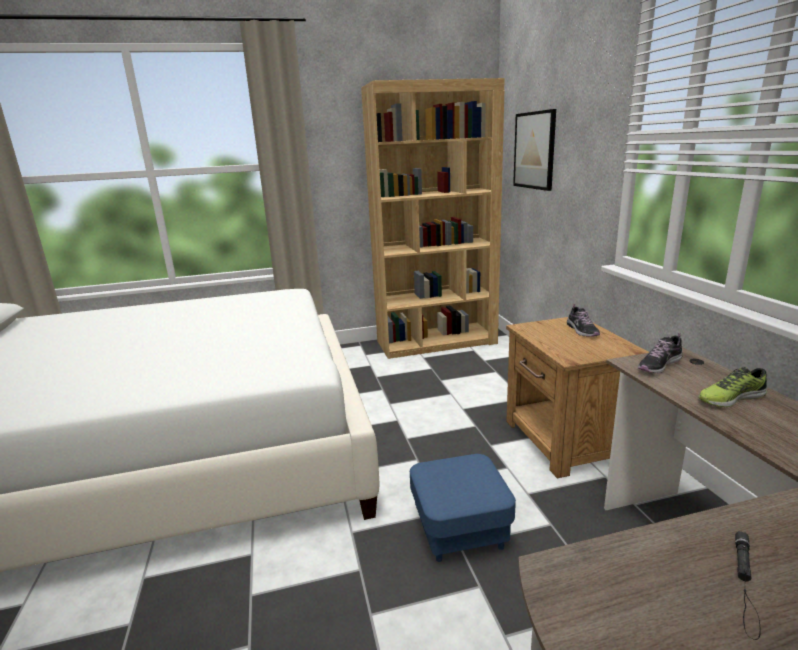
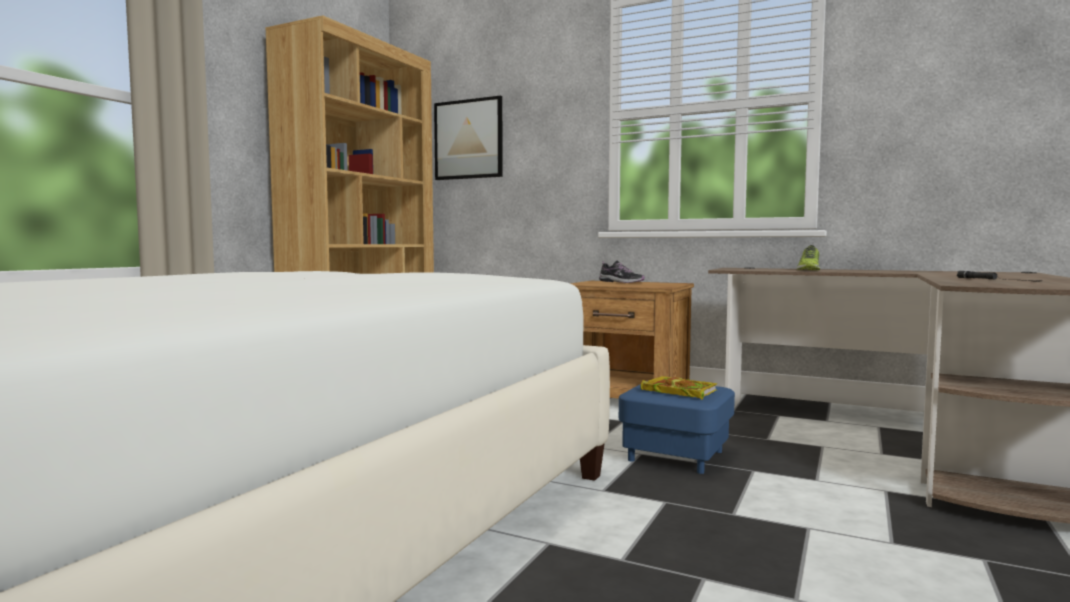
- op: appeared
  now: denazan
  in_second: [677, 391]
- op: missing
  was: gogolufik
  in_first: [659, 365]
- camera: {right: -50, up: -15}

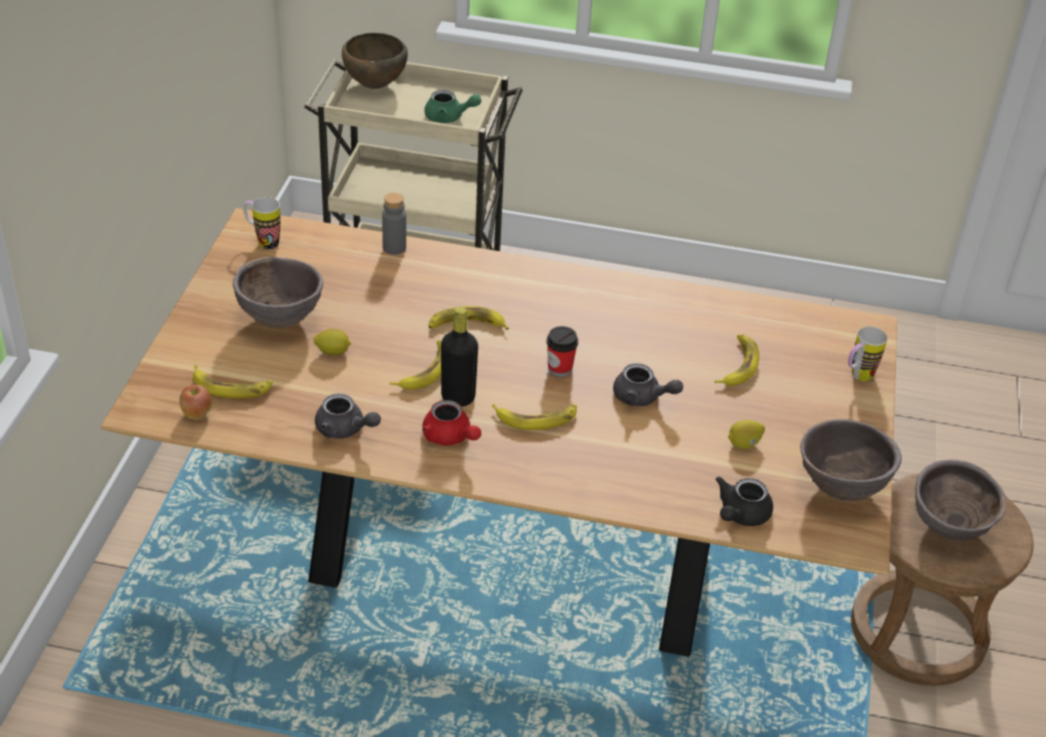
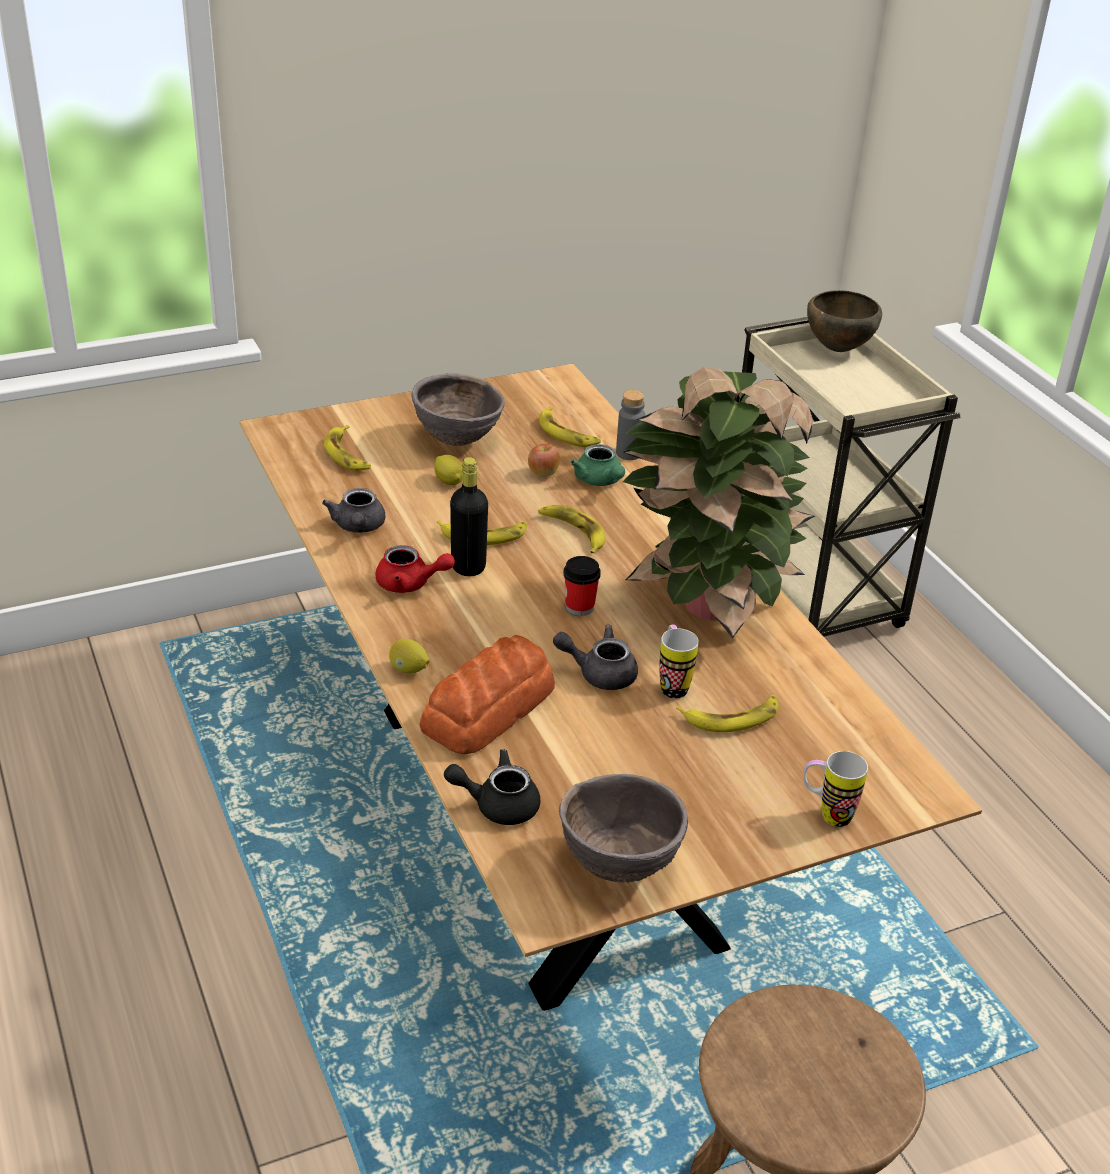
- op: spun
  was: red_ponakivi
  in_first: [450, 437]
  in_second: [410, 584]
  clockwise: -90
- op: relocated
  was: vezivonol
  in_first: [744, 444]
  in_second: [408, 670]
- op: appeared
  now: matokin
  in_second: [490, 708]
- op: relocated
  was: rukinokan
  in_first: [196, 414]
  in_second: [543, 474]
- op: relocated
  was: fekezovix
  in_first: [536, 418]
  in_second: [567, 433]
- op: spun
  was: grey_ponakivi
  in_first: [642, 398]
  in_second: [599, 673]
  clockwise: 105
- op: relocated
  was: green_ponakivi
  in_first: [449, 117]
  in_second: [600, 481]
- op: appeared
  now: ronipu
  in_second: [705, 604]
- op: relocated
  was: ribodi
  in_first: [263, 241]
  in_second: [672, 684]
- op: missing
  was: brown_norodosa
  in_first: [948, 528]
- camera: {right: 55, up: -5}

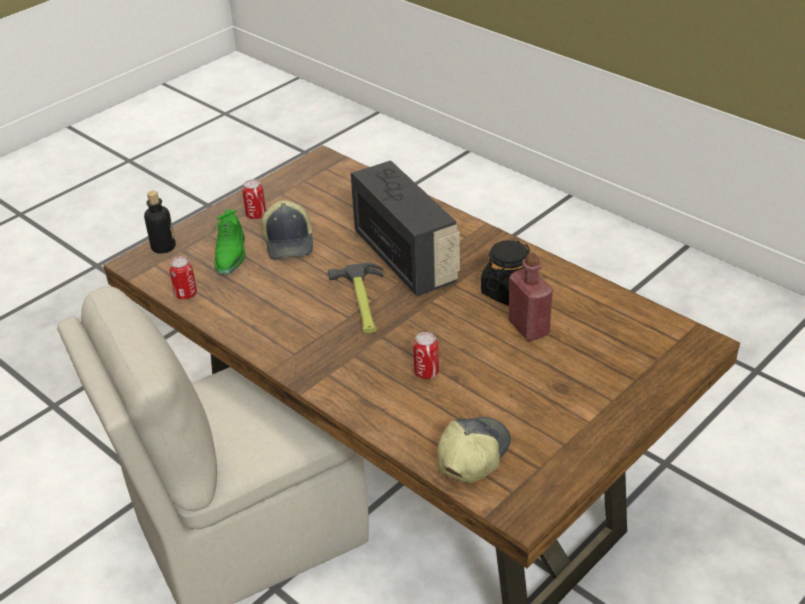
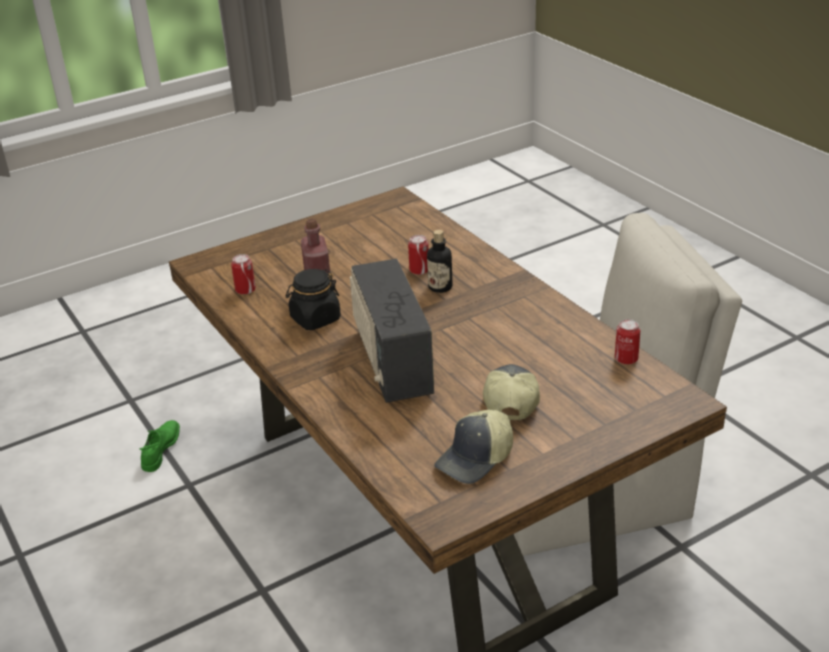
- op: relocated
  was: green_gogolufik
  in_first: [231, 255]
  in_second: [161, 450]
- op: relocated
  was: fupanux
  in_first: [256, 215]
  in_second: [245, 290]
- op: relocated
  was: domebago
  in_first: [163, 247]
  in_second: [440, 287]
- op: relocated
  was: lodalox
  in_first: [472, 454]
  in_second: [476, 459]
- op: missing
  was: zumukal
  in_first: [362, 303]
- camera: {right: -165, up: -5}

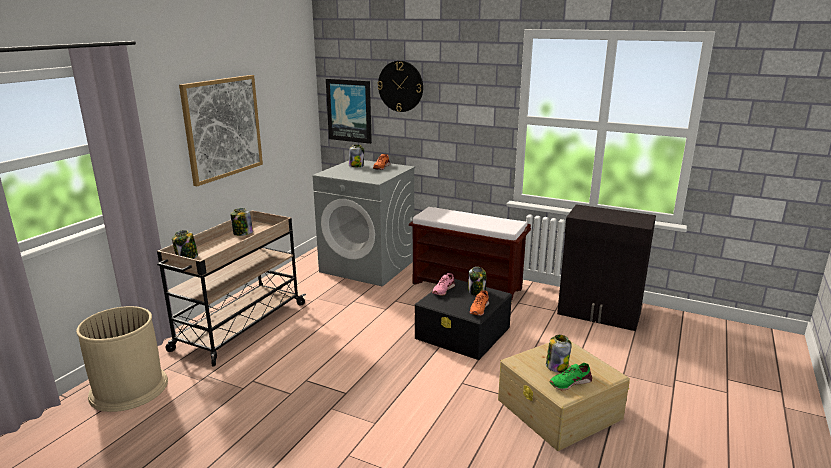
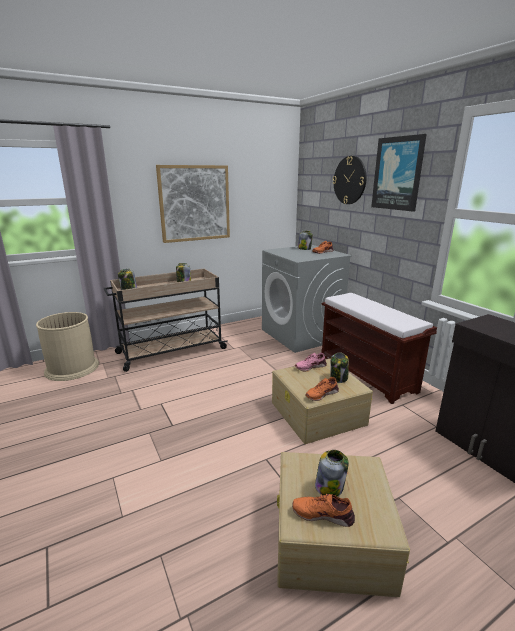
- op: colour
  was: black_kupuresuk
  now: beige_kupuresuk
  in_first: [463, 333]
  in_second: [318, 413]
- op: colour
  was: green_gogolufik
  now: orange_gogolufik
  in_first: [570, 382]
  in_second: [323, 514]
- op: relocated
  was: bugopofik
  in_first: [349, 110]
  in_second: [397, 173]
- camera: {right: 35, up: 0}

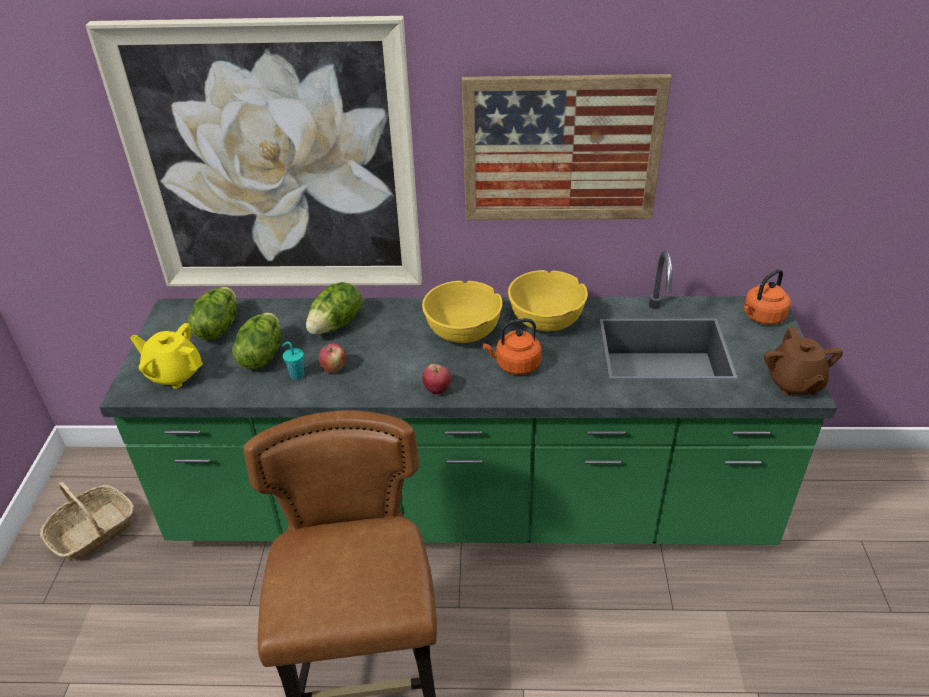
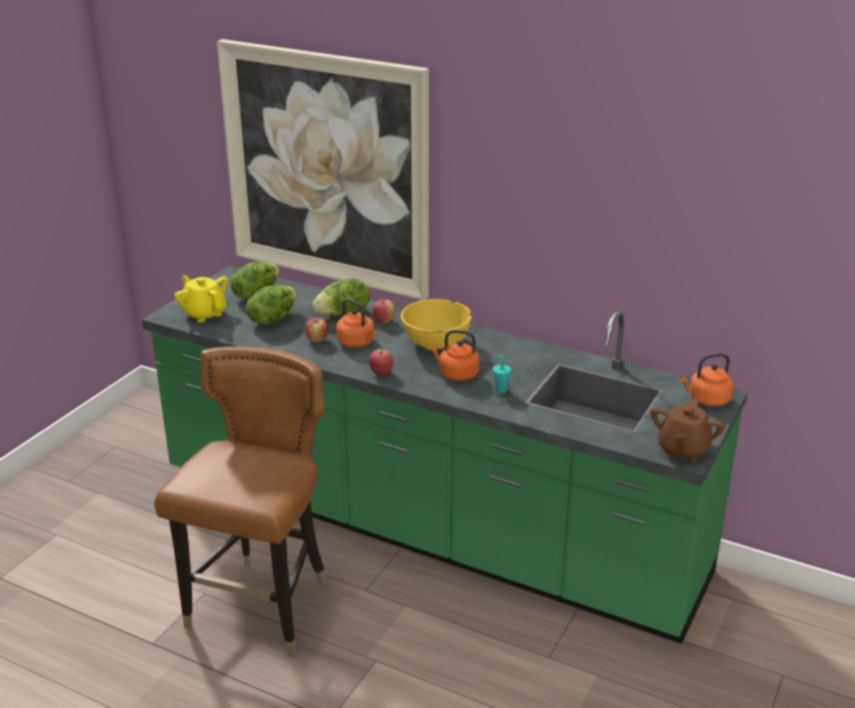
- op: appeared
  now: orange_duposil
  in_second: [357, 343]
- op: appeared
  now: rukinokan
  in_second: [383, 321]
- op: relocated
  was: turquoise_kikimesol
  in_first: [296, 375]
  in_second: [500, 390]
- op: missing
  was: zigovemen
  in_first: [93, 532]
- op: missing
  was: bugopofik
  in_first: [561, 149]
- op: missing
  was: yellow_norodosa
  in_first: [546, 320]
- camera: {right: 25, up: -10}

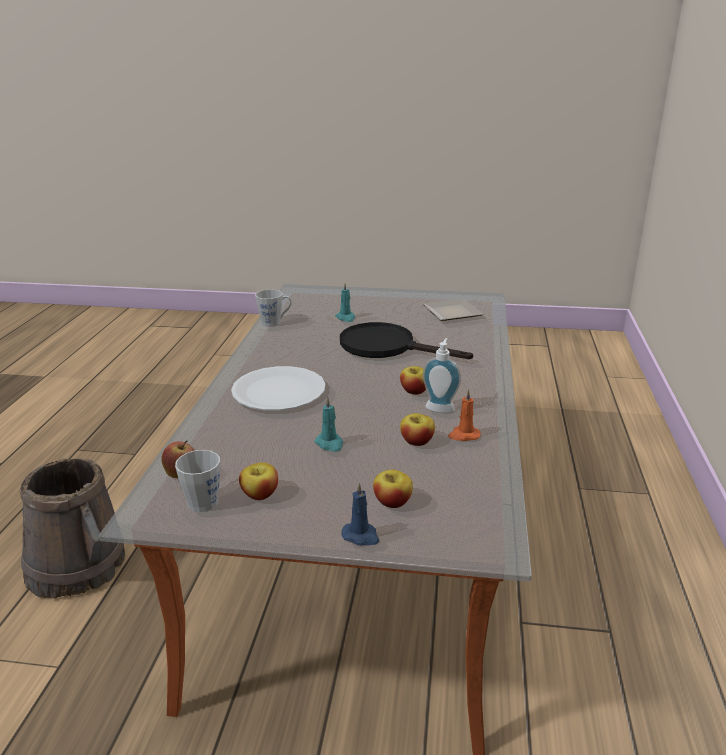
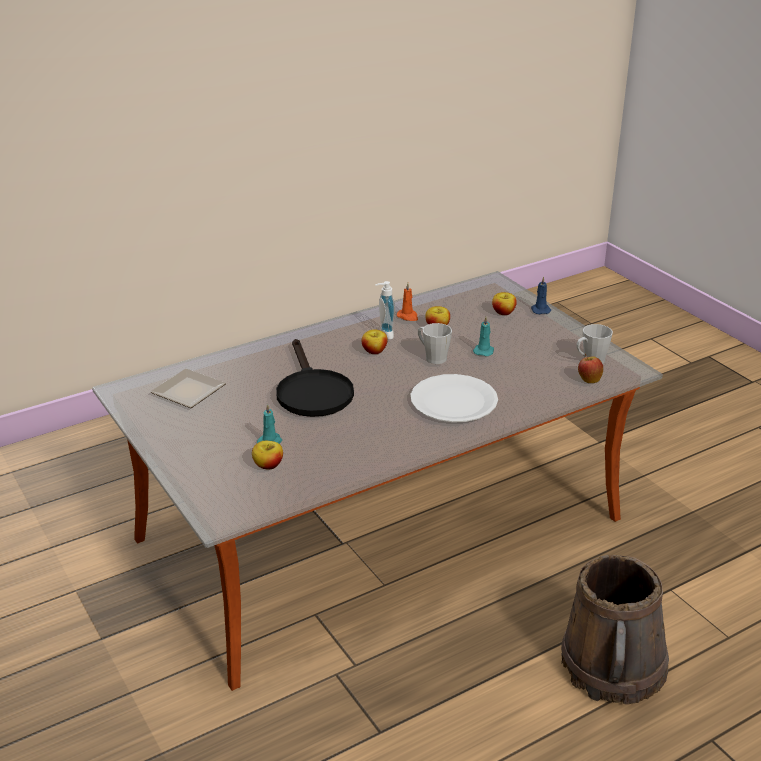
- op: relocated
  was: rukinokan
  in_first: [260, 494]
  in_second: [268, 465]
- op: relocated
  was: grey_ribodi
  in_first: [275, 322]
  in_second: [432, 357]
- camera: {right: -130, up: 5}

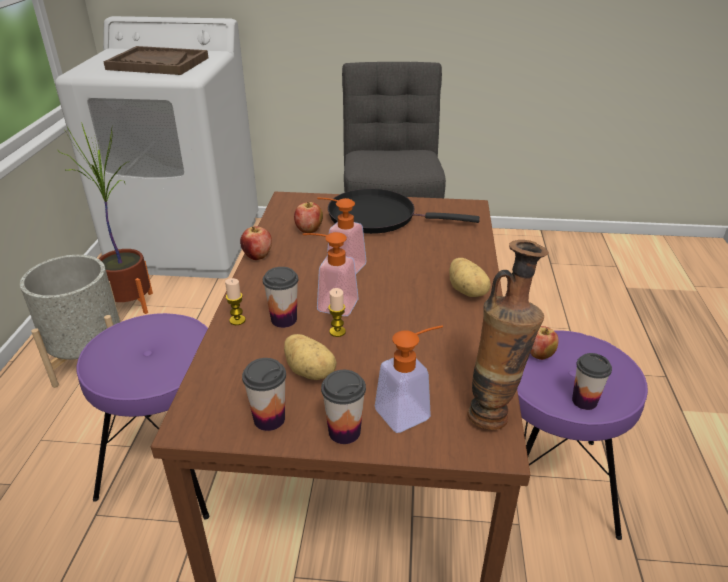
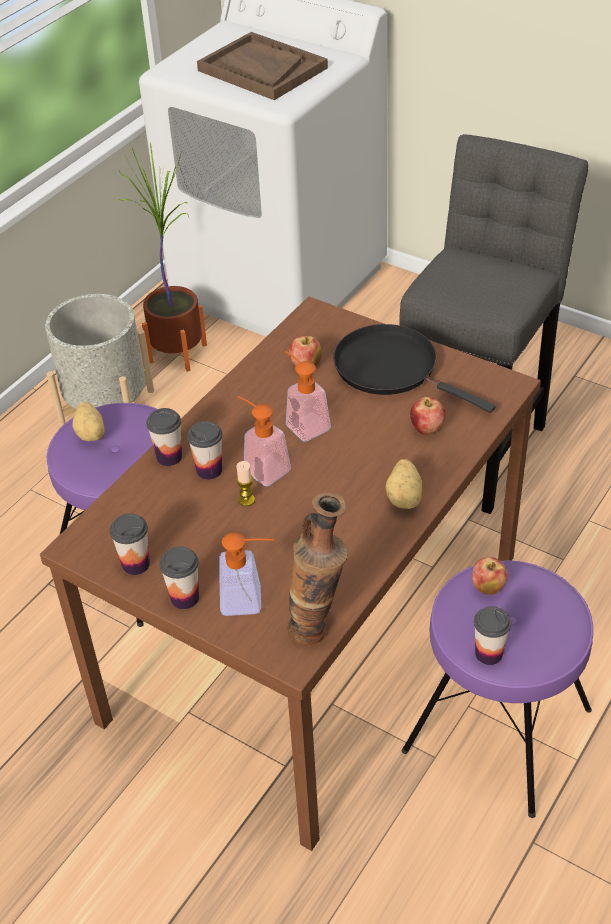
- op: relocated
  was: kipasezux
  in_first: [310, 371]
  in_second: [91, 433]
- op: exchanged
  was: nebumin
  now: kikimesol
  in_first: [237, 320]
  in_second: [169, 457]
- op: relocated
  was: rukinokan
  in_first: [257, 256]
  in_second: [427, 429]
- camera: {right: 30, up: 10}

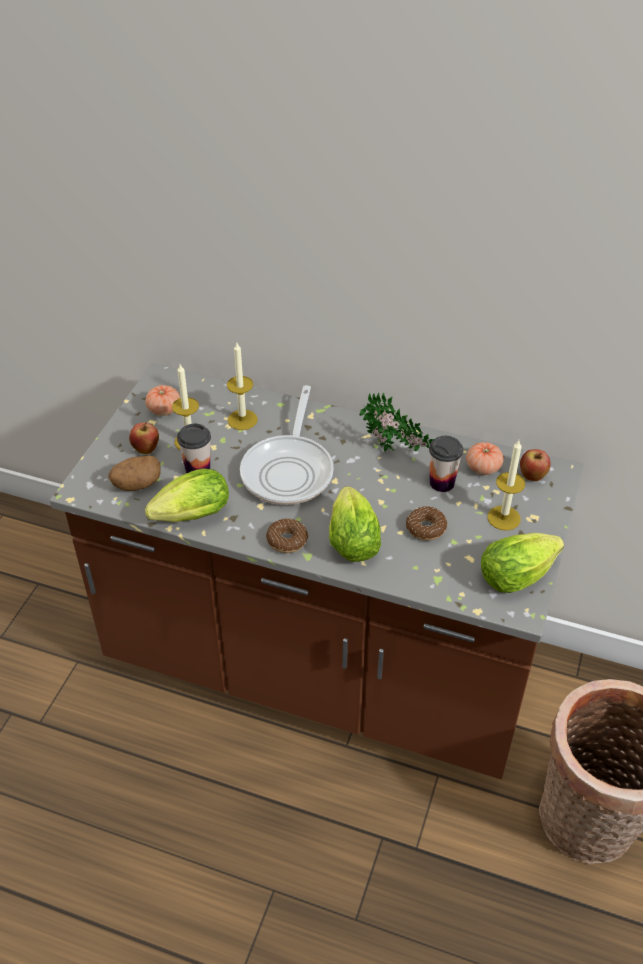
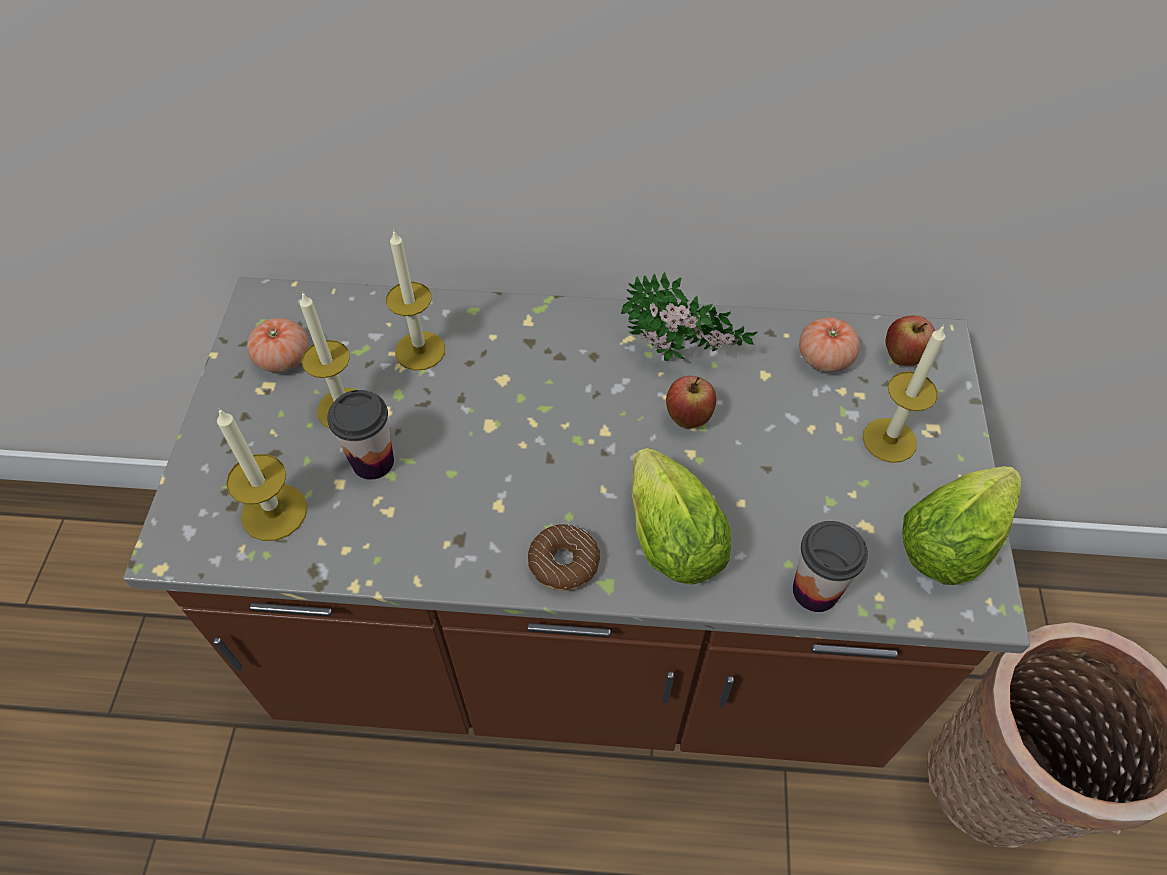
- op: exchanged
  was: kipasezux
  now: nebumin
  in_first: [137, 484]
  in_second: [274, 512]
- op: relocated
  was: rukinokan
  in_first: [146, 450]
  in_second: [688, 418]
- op: relocated
  was: kikimesol
  in_first: [442, 483]
  in_second: [815, 591]
- op: missing
  was: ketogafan
  in_first: [188, 517]
- op: missing
  was: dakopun
  in_first: [289, 470]
- op: missing
  was: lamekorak
  in_first: [426, 528]
- camera: {right: -15, up: 10}

